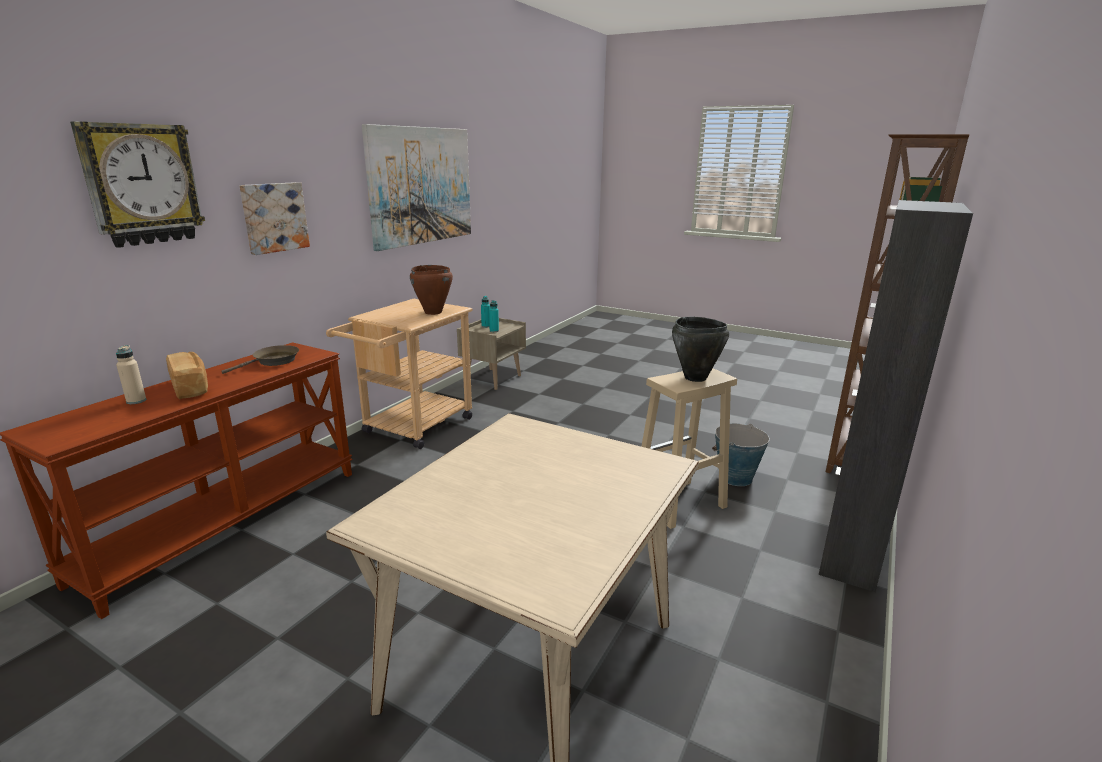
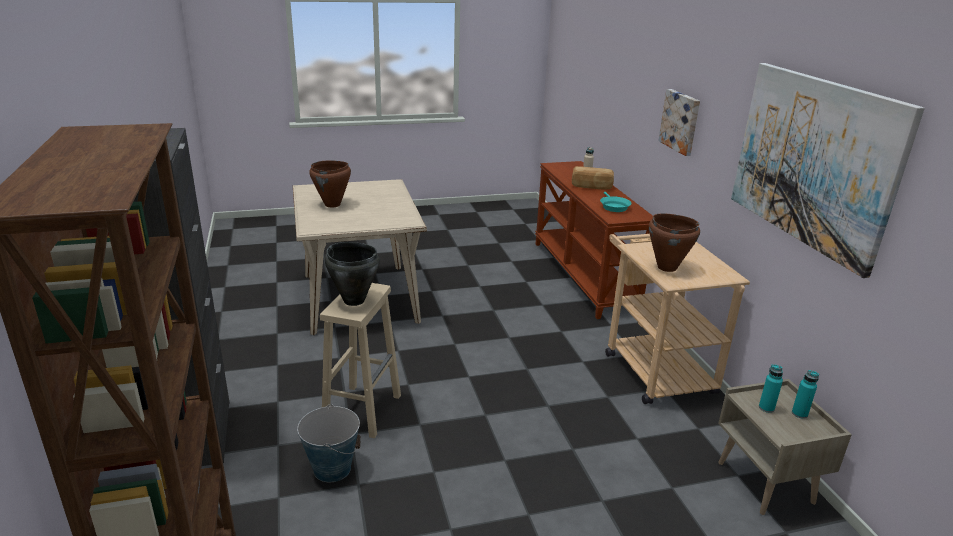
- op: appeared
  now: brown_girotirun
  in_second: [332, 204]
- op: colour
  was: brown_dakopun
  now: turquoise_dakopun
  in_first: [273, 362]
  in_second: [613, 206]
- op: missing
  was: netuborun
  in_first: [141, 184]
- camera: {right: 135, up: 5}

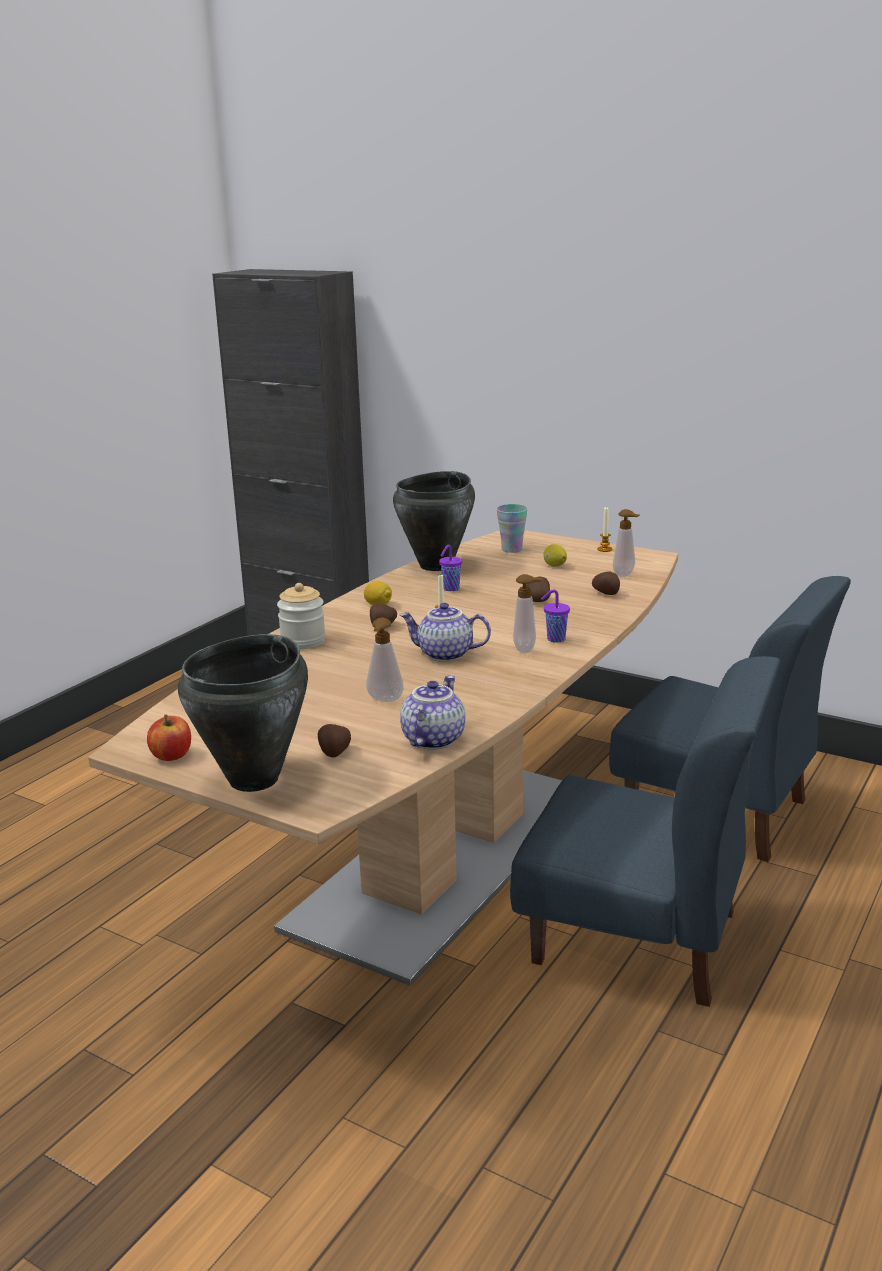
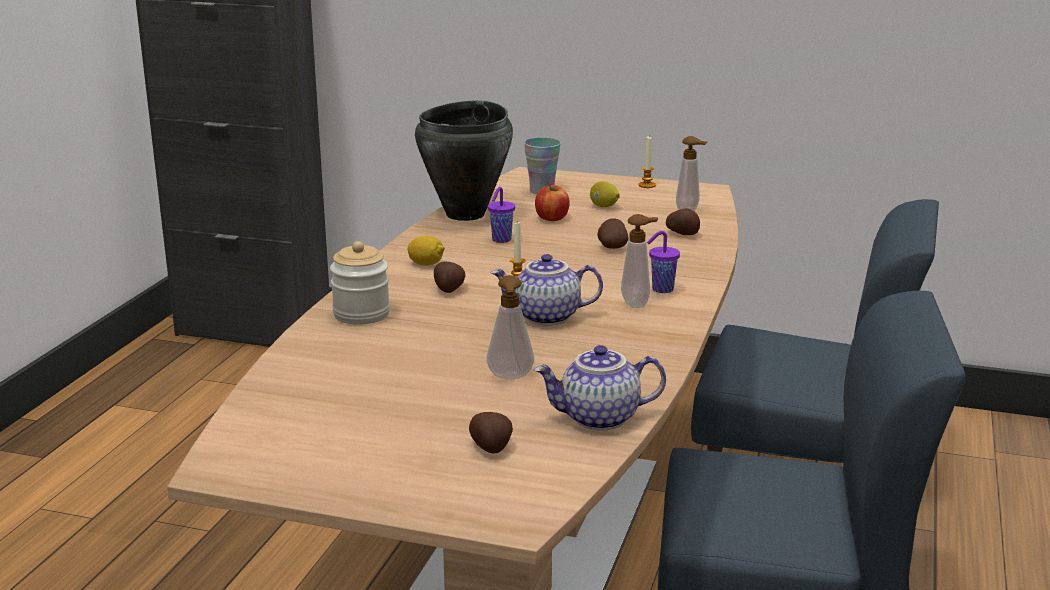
- op: spun
  was: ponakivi
  in_first: [432, 739]
  in_second: [599, 419]
  clockwise: -105
- op: relocated
  was: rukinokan
  in_first: [172, 755]
  in_second: [552, 218]
- op: missing
  was: black_girotirun
  in_first: [255, 779]
- camera: {right: -15, up: 0}

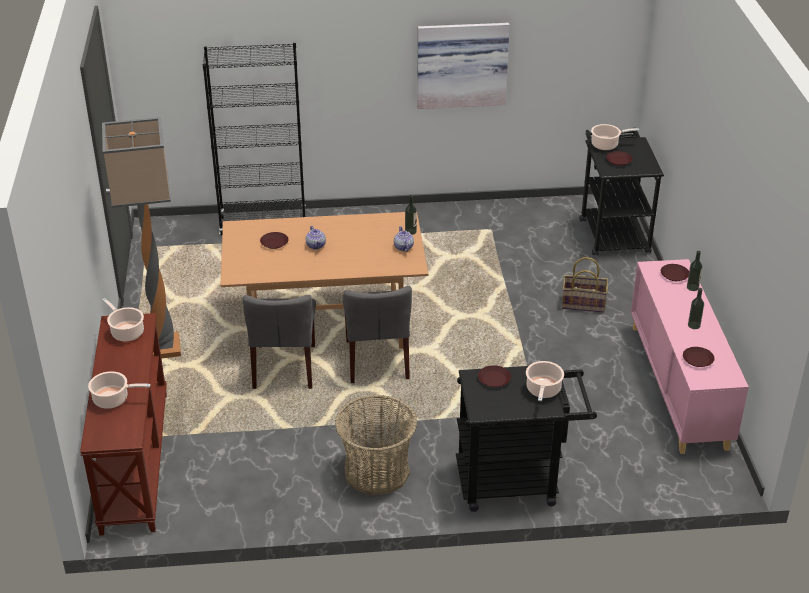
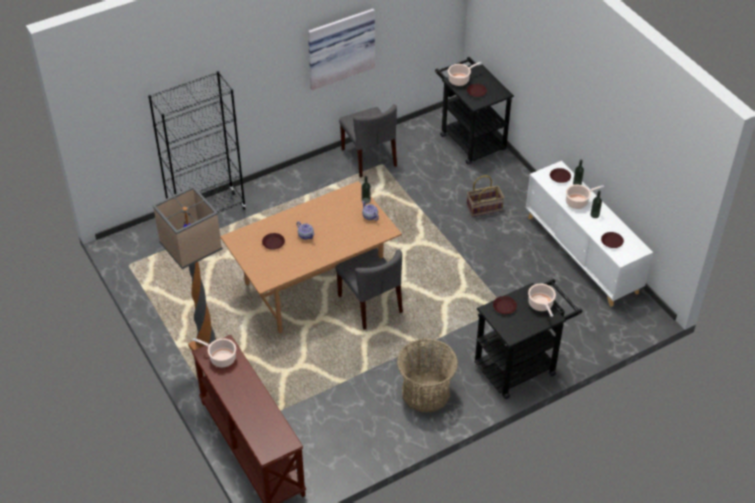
- op: relocated
  was: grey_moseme
  in_first: [285, 367]
  in_second: [369, 158]
- op: colour
  was: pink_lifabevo
  now: white_lifabevo
  in_first: [678, 386]
  in_second: [582, 254]
- op: relocated
  was: girotirun
  in_first: [113, 399]
  in_second: [578, 202]
- camera: {right: -25, up: 10}

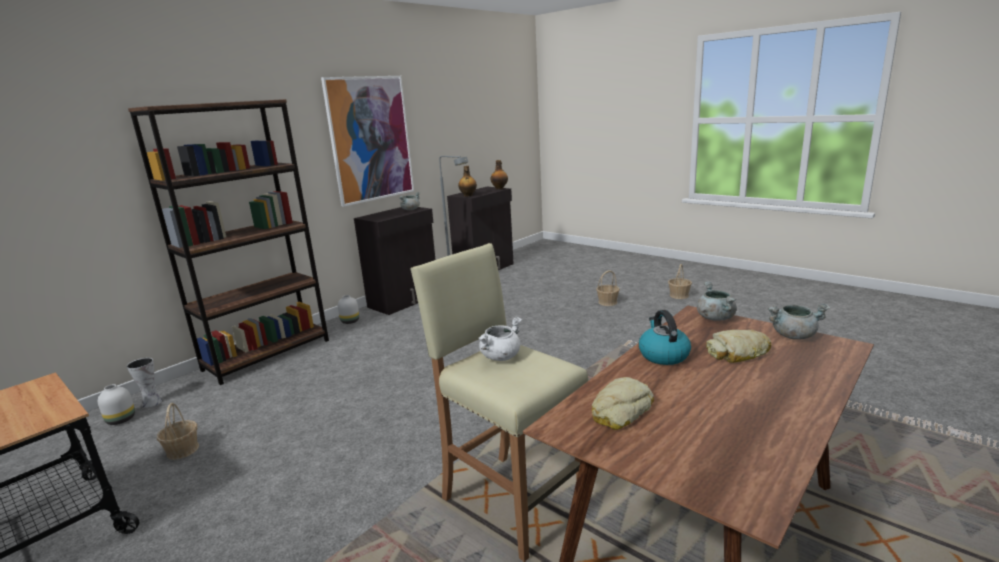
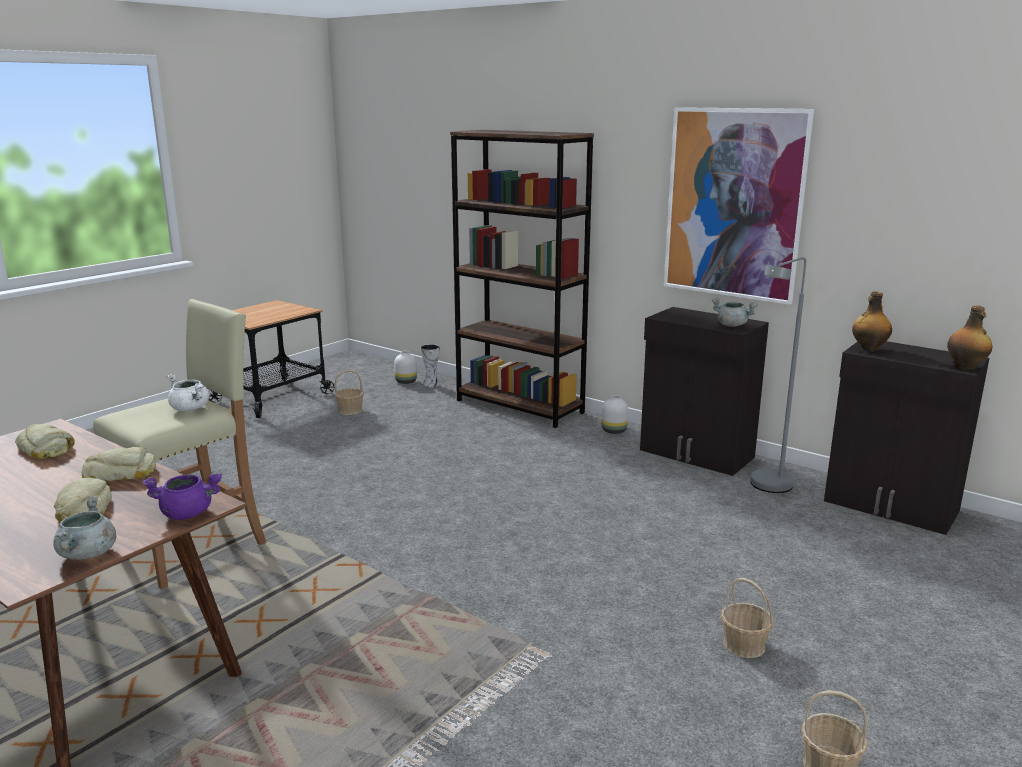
- op: exchanged
  was: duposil
  now: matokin
  in_first: [663, 355]
  in_second: [121, 473]
- op: colour
  was: grey_girotirun
  now: purple_girotirun
  in_first: [715, 318]
  in_second: [187, 514]
- camera: {right: 85, up: 0}

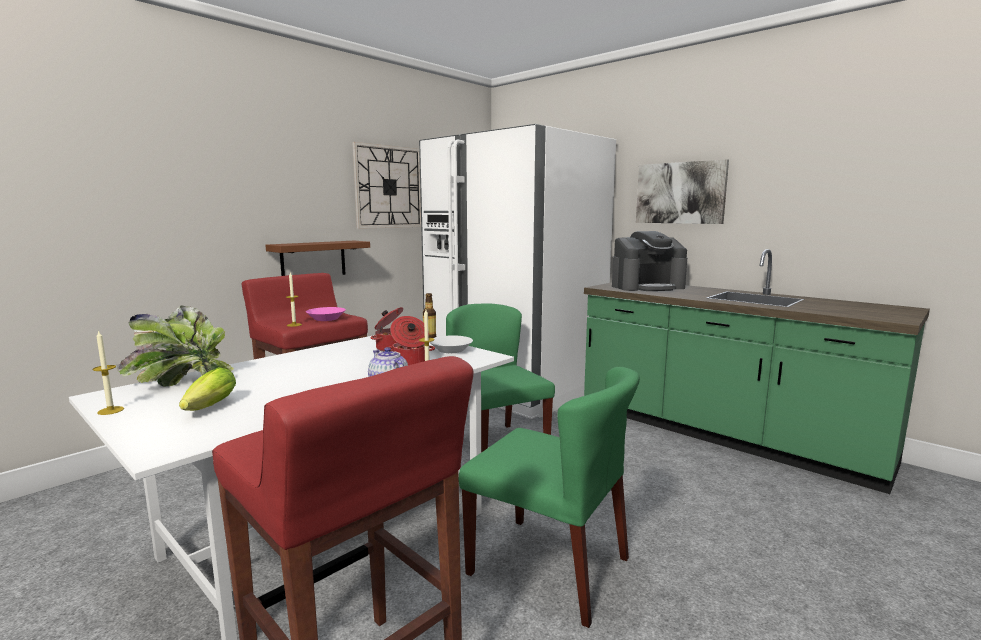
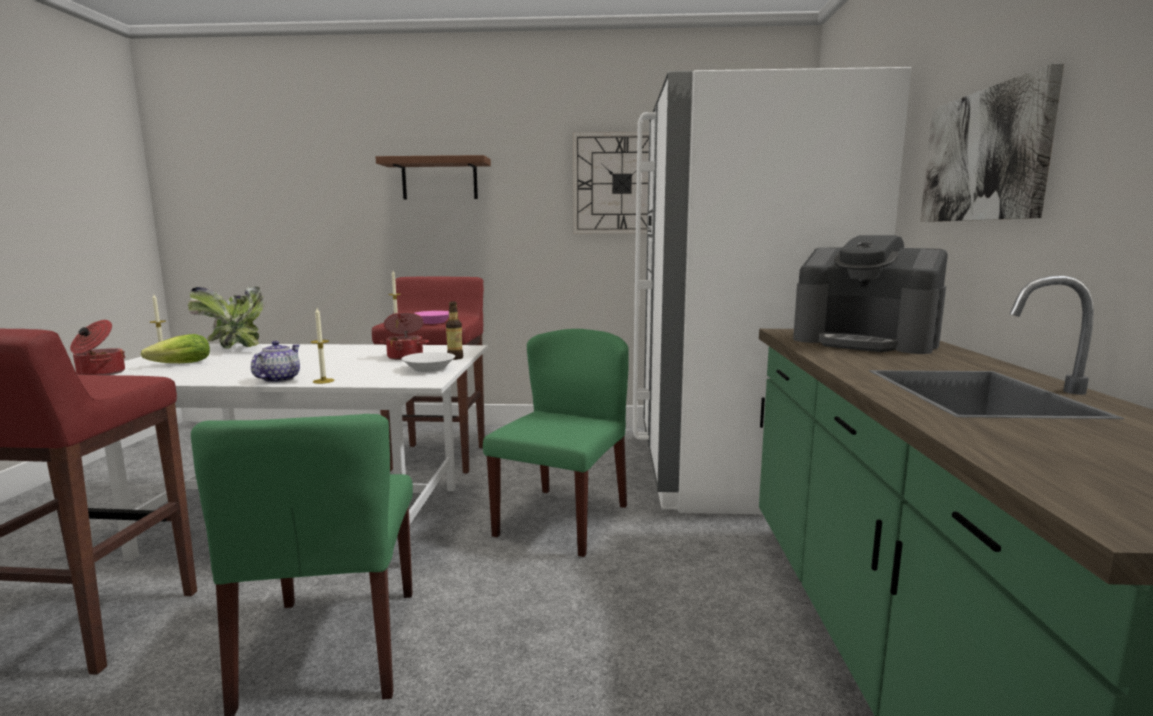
- op: relocated
  was: girotirun
  in_first: [410, 364]
  in_second: [99, 373]
- op: relocated
  was: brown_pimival
  in_first: [313, 260]
  in_second: [439, 179]
- camera: {right: 50, up: 0}

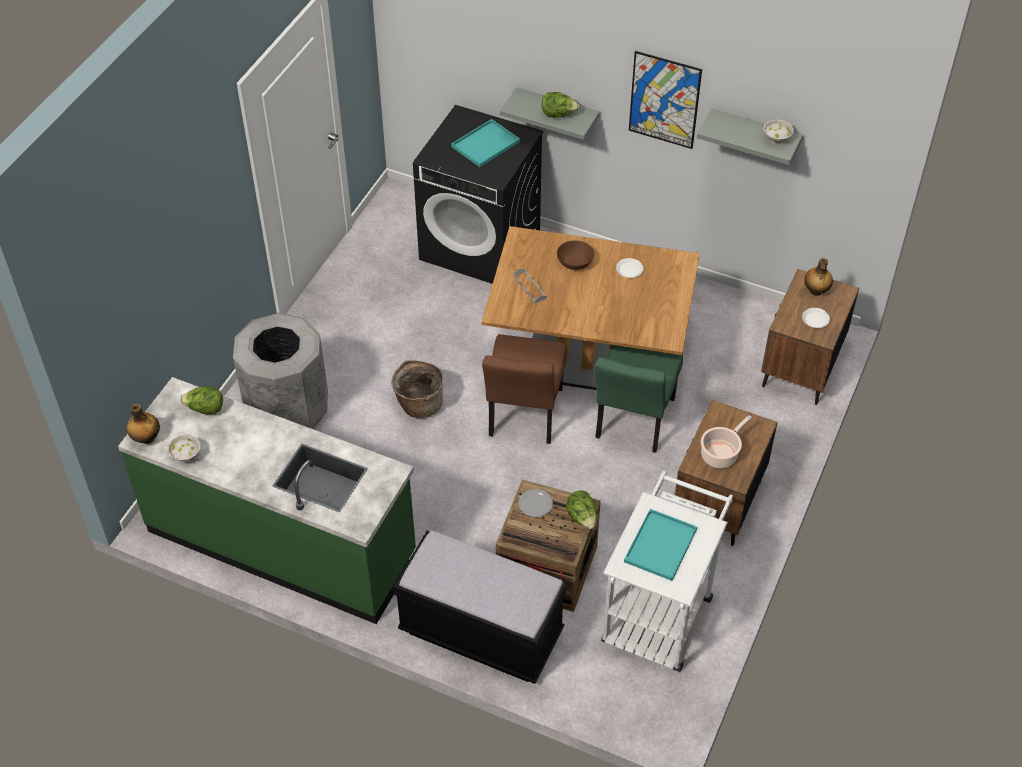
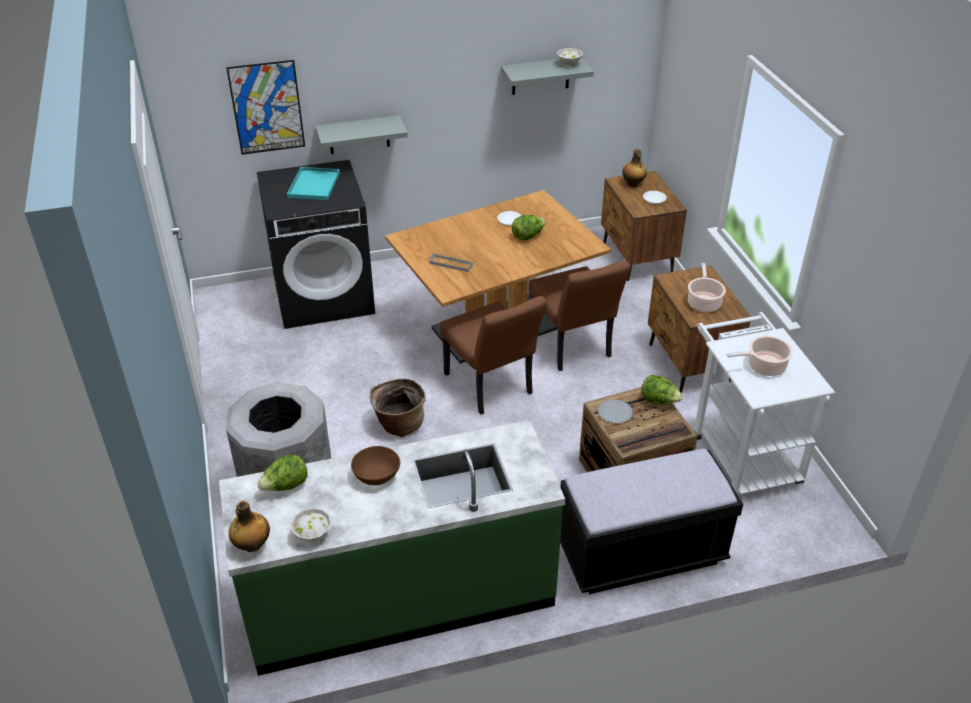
- op: relocated
  was: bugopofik
  in_first: [664, 100]
  in_second: [267, 107]
- op: relocated
  was: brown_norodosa
  in_first: [574, 262]
  in_second: [376, 475]
- op: relocated
  was: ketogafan
  in_first: [558, 114]
  in_second: [528, 236]
- op: colour
  was: green_moseme
  now: brown_moseme
  in_first: [632, 423]
  in_second: [573, 348]
- op: exchanged
  was: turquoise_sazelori
  now: girotirun
  in_first: [660, 544]
  in_second: [763, 366]
- camera: {right: -40, up: -10}

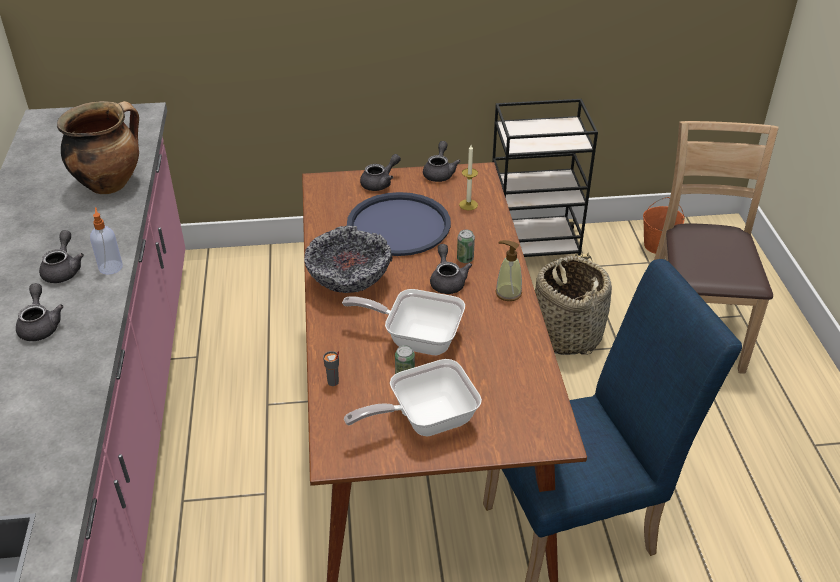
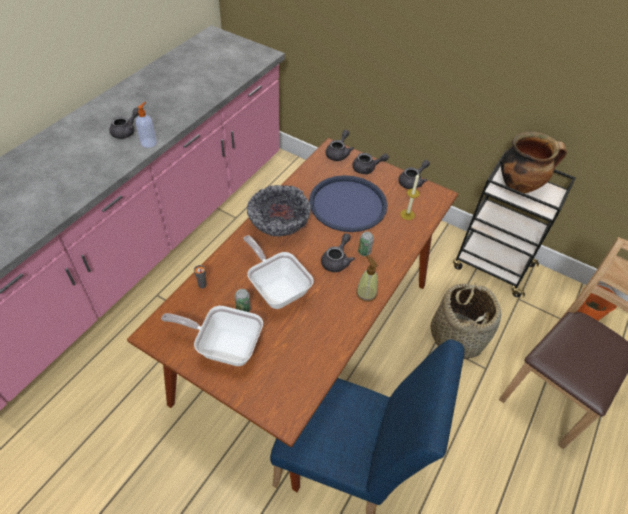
- op: relocated
  was: grey_ponakivi
  in_first: [40, 325]
  in_second: [338, 153]
- op: relocated
  was: girotirun
  in_first: [110, 183]
  in_second: [519, 185]
- camera: {right: 35, up: 10}

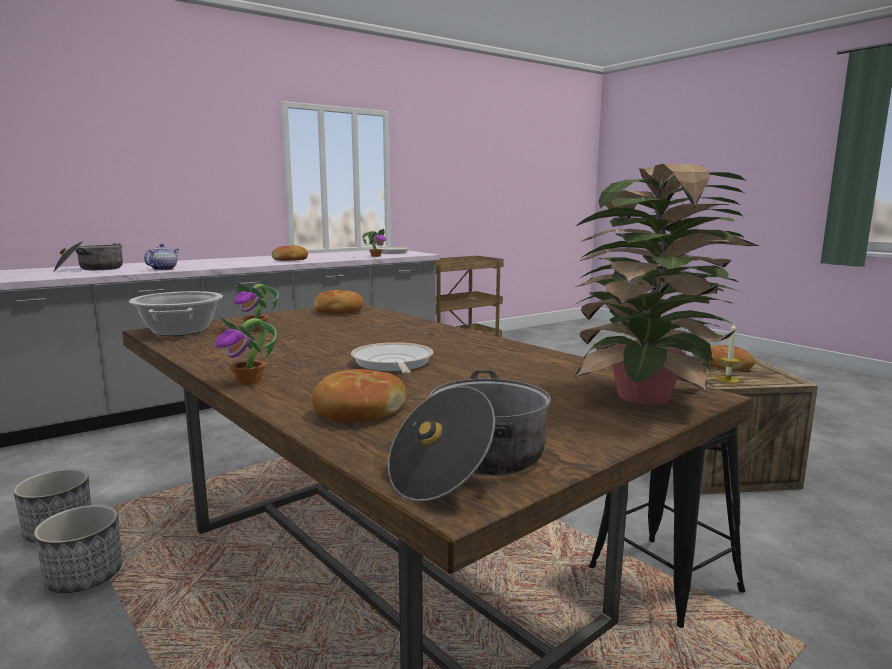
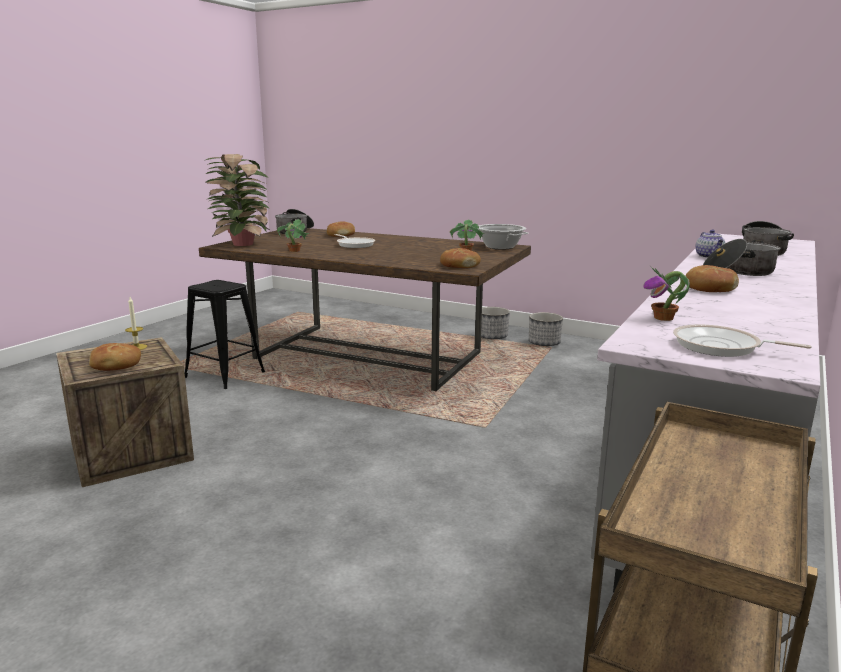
- op: relocated
  was: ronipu
  in_first: [250, 381]
  in_second: [294, 251]
- op: appeared
  now: girotirun
  in_second: [738, 272]
- camera: {right: 155, up: 5}

